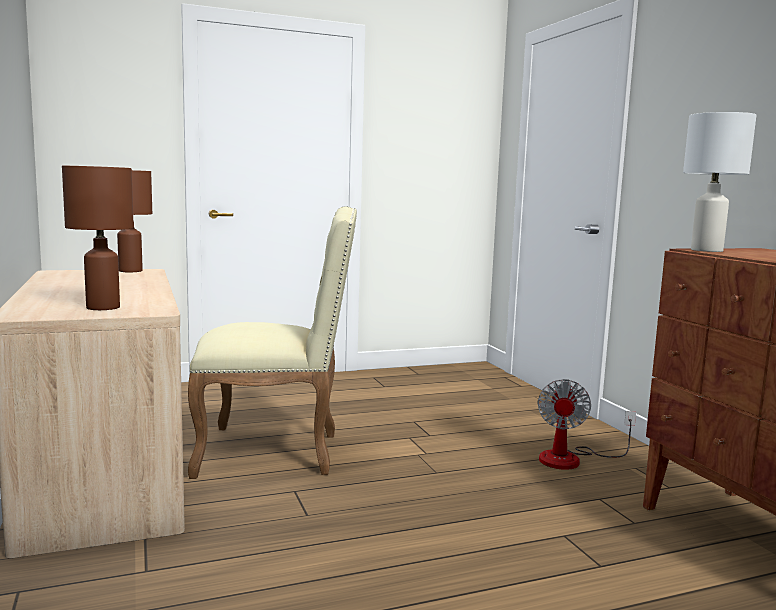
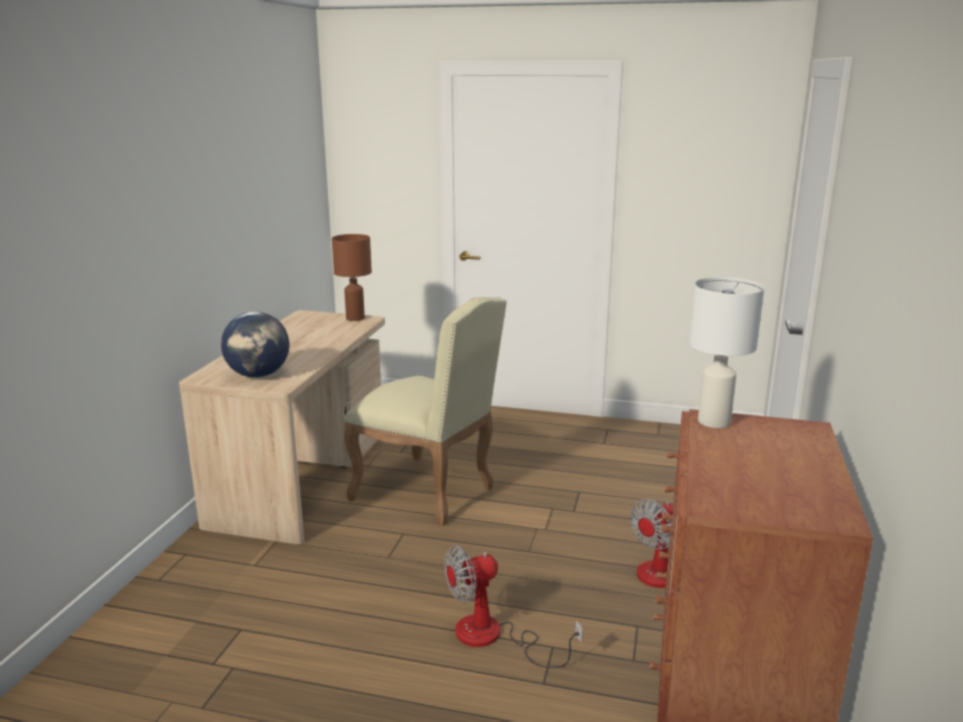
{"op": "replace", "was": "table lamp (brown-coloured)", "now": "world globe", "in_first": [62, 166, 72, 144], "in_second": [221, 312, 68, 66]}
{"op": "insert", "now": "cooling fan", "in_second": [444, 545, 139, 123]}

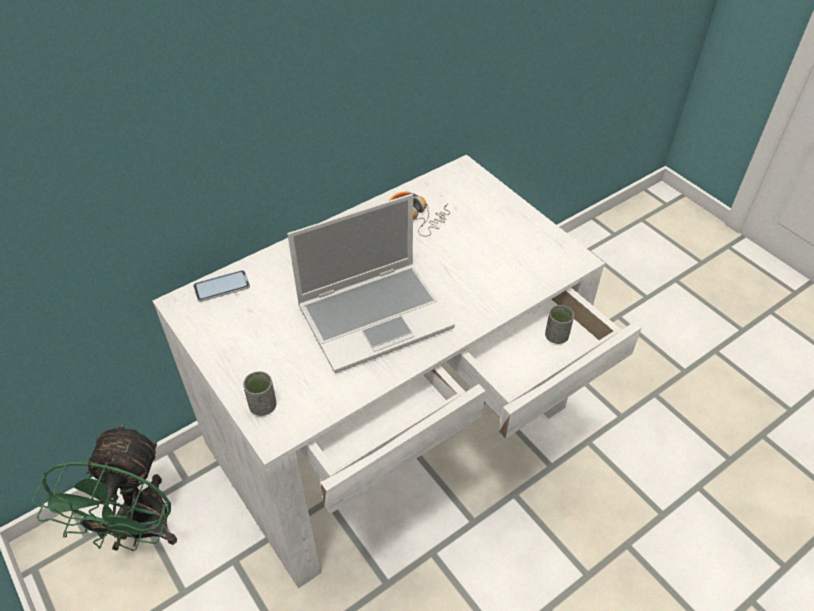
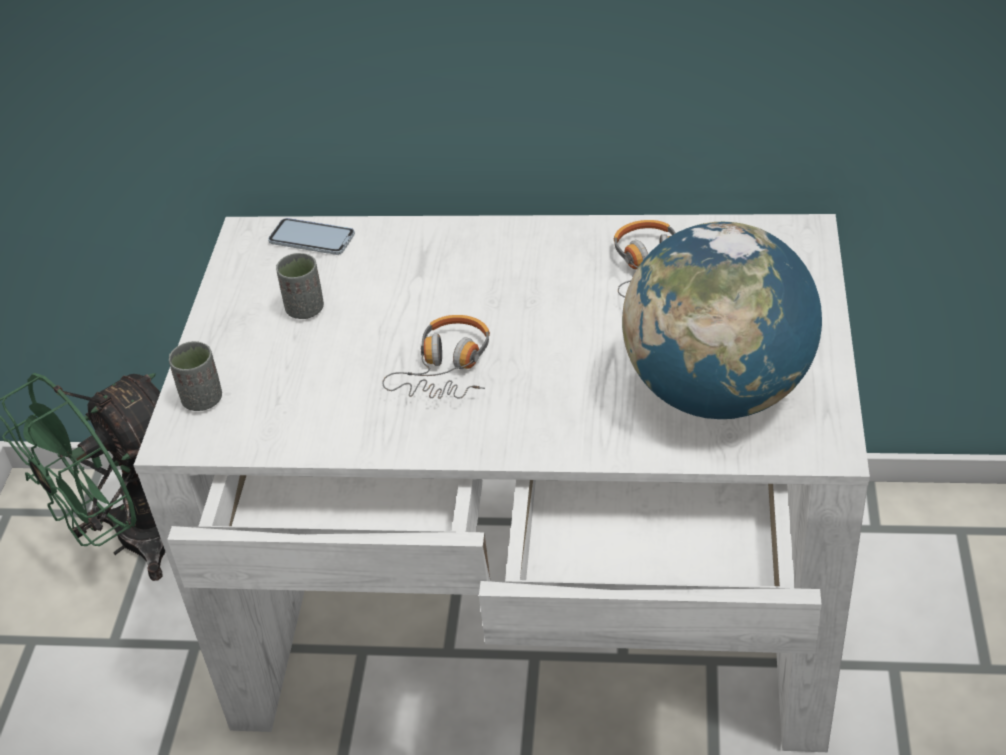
{"op": "replace", "was": "portable computer", "now": "headphones", "in_first": [287, 194, 168, 179], "in_second": [382, 315, 108, 84]}
{"op": "move", "was": "small cup (gray)", "in_first": [545, 305, 29, 39], "in_second": [276, 253, 48, 66]}
{"op": "insert", "now": "world globe", "in_second": [622, 222, 200, 197]}

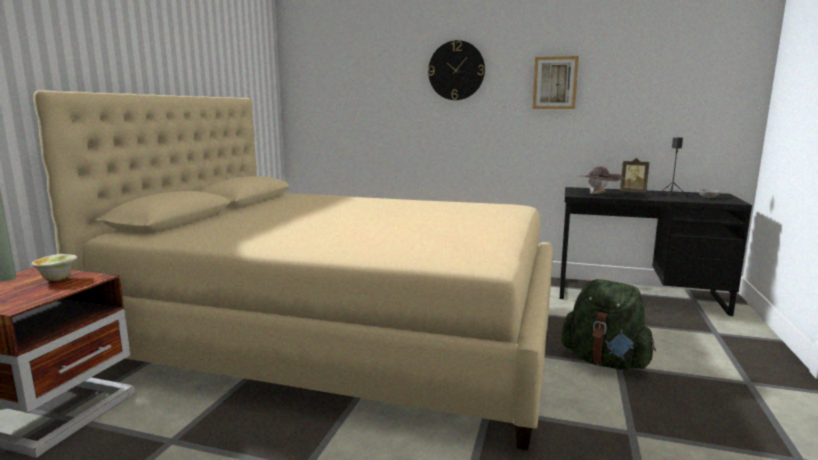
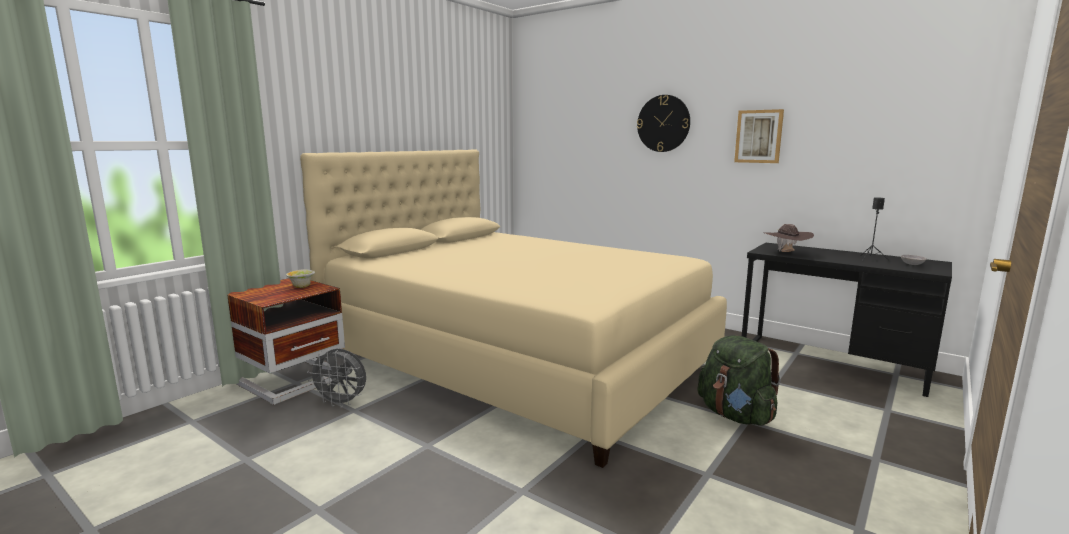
{"op": "delete", "was": "standing frame", "in_first": [620, 158, 29, 34]}
{"op": "insert", "now": "cooling fan (gray)", "in_second": [307, 349, 59, 58]}

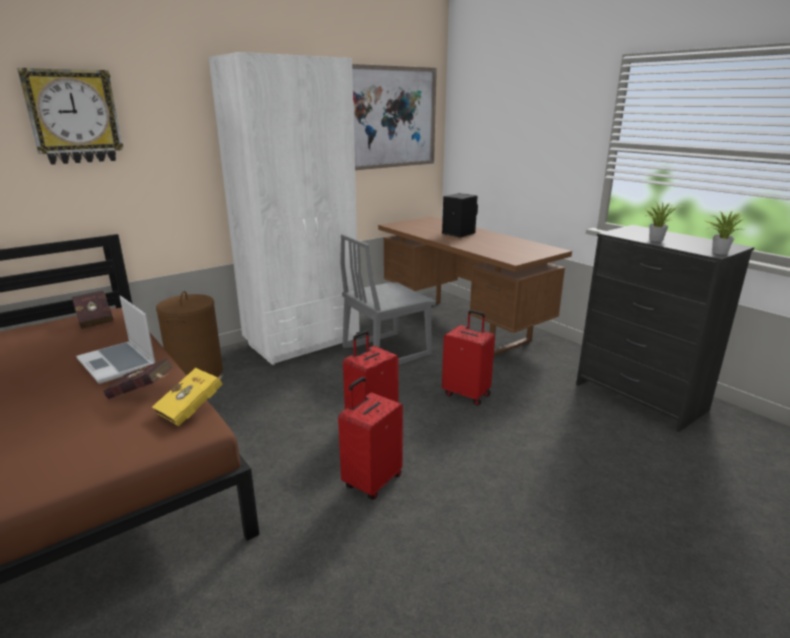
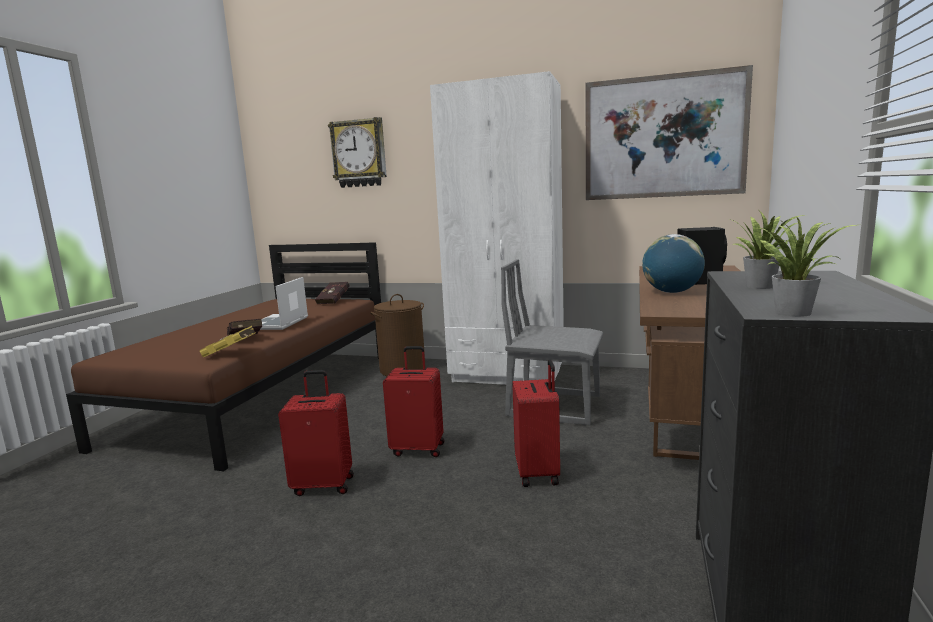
{"op": "insert", "now": "world globe", "in_second": [642, 234, 63, 59]}

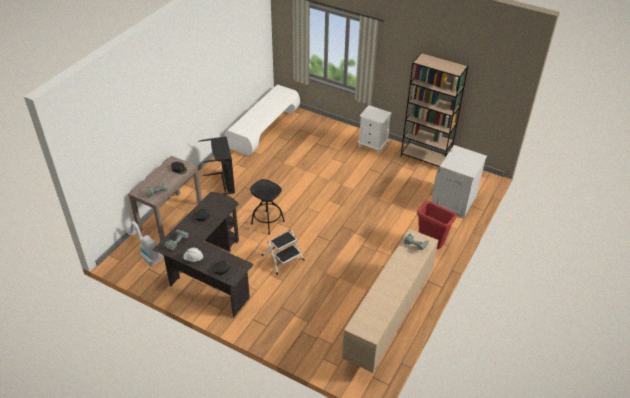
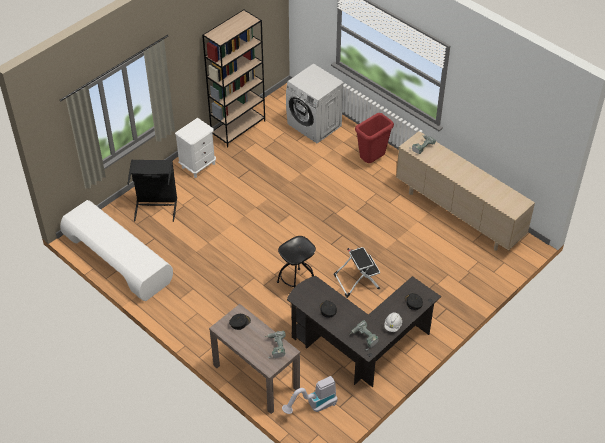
{"op": "move", "was": "washing basket (black)", "in_first": [198, 136, 37, 59], "in_second": [128, 159, 49, 63]}

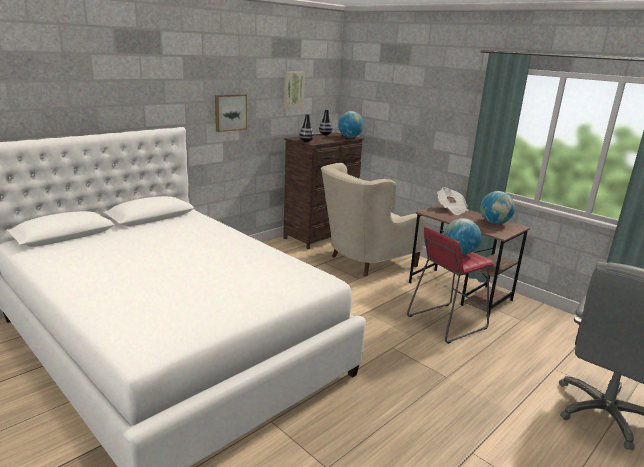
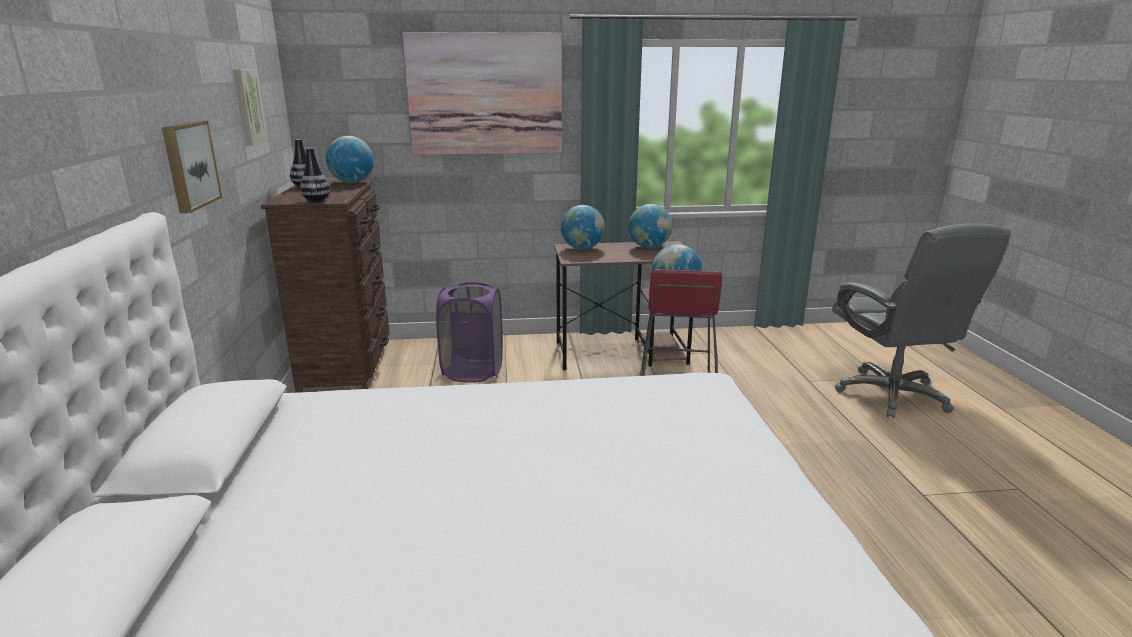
{"op": "replace", "was": "lounge chair (sand-coloured)", "now": "washing basket (purple-coloured)", "in_first": [321, 163, 106, 114], "in_second": [436, 282, 67, 101]}
{"op": "replace", "was": "daily paper", "now": "world globe", "in_first": [437, 187, 31, 28], "in_second": [561, 205, 44, 45]}
{"op": "insert", "now": "picture", "in_second": [402, 32, 160, 123]}

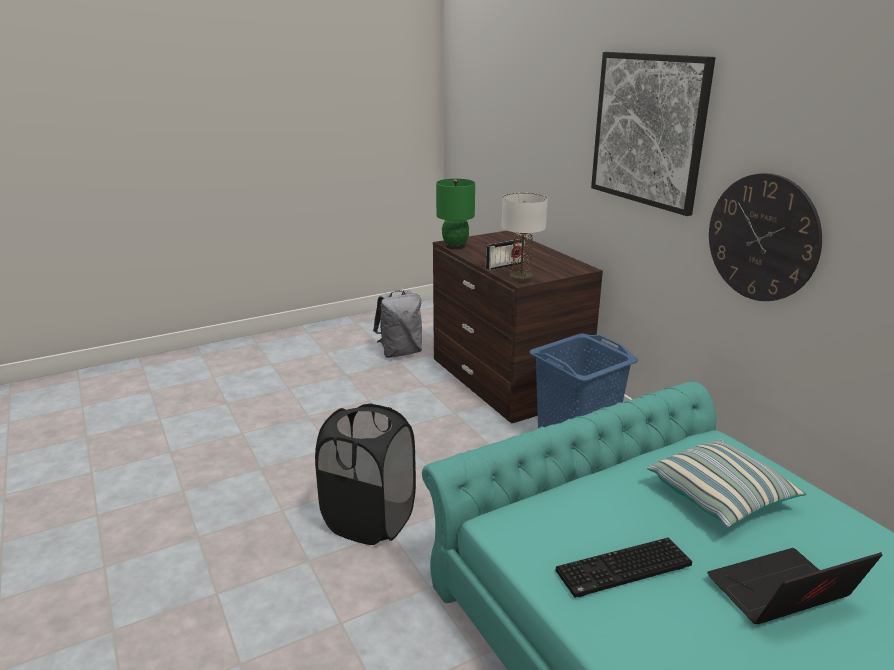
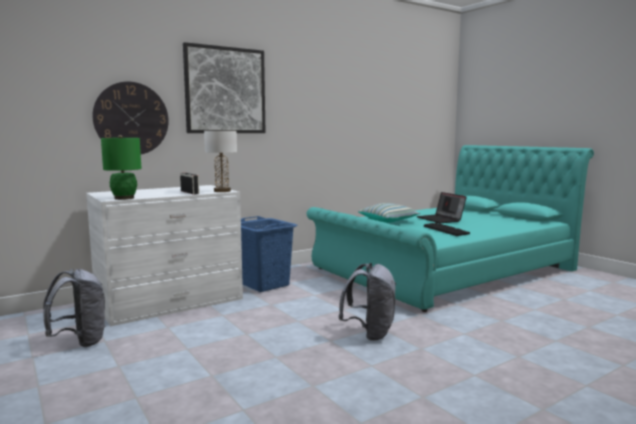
{"op": "replace", "was": "washing basket (black)", "now": "backpack (gray)", "in_first": [315, 404, 101, 141], "in_second": [338, 263, 58, 78]}
{"op": "recolor", "was": "drawer chest (brown-coloured)", "now": "drawer chest (white-coloured)", "in_first": [433, 231, 170, 193], "in_second": [86, 185, 157, 141]}
{"op": "move", "was": "hanging clock", "in_first": [709, 173, 113, 128], "in_second": [92, 82, 77, 72]}

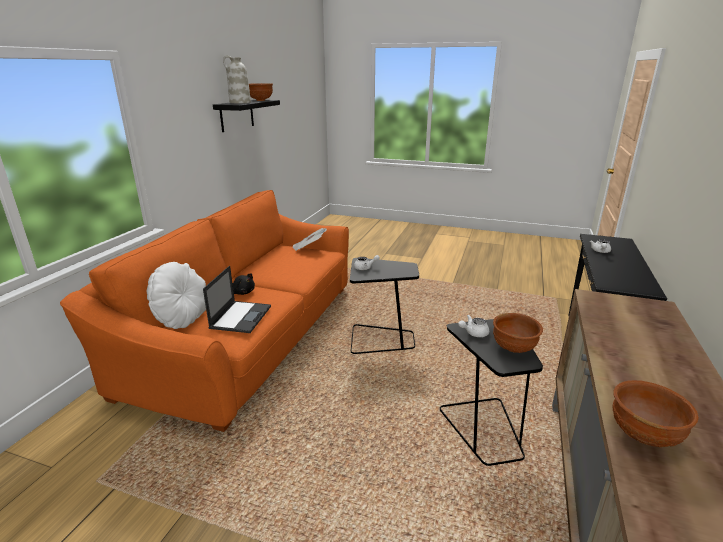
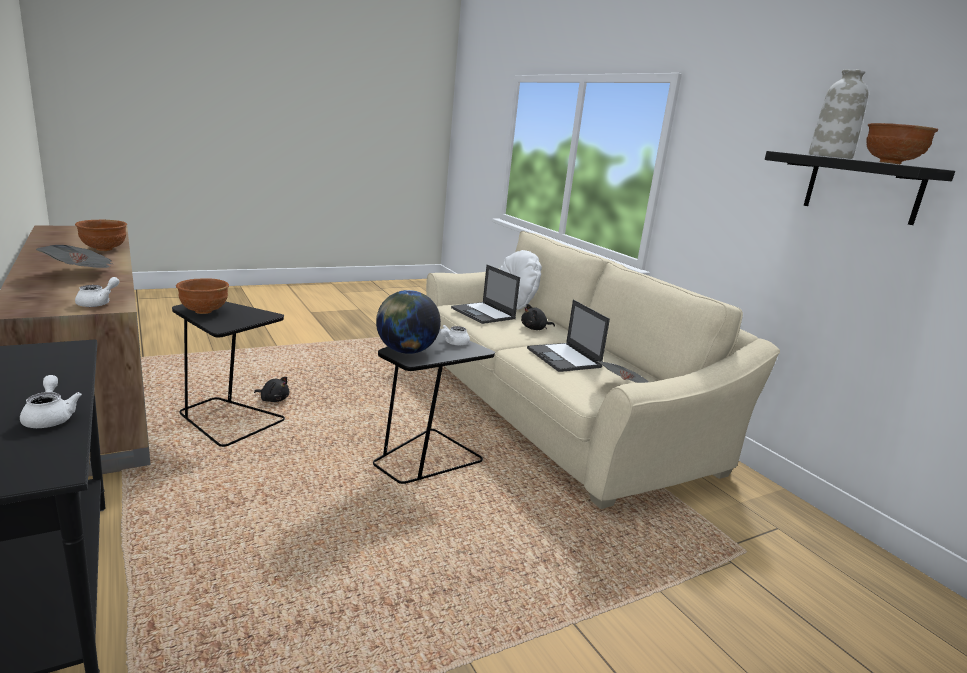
{"op": "recolor", "was": "settee (orange-coloured)", "now": "settee (sand-coloured)", "in_first": [60, 190, 289, 242], "in_second": [426, 231, 354, 278]}
{"op": "move", "was": "teapot (white-coloured)", "in_first": [458, 315, 31, 22], "in_second": [75, 277, 45, 30]}
{"op": "insert", "now": "daily paper", "in_second": [36, 245, 76, 23]}
{"op": "insert", "now": "cuddly toy (black)", "in_second": [254, 377, 35, 25]}
{"op": "insert", "now": "world globe", "in_second": [376, 290, 65, 64]}
{"op": "insert", "now": "portable computer", "in_second": [527, 300, 83, 72]}

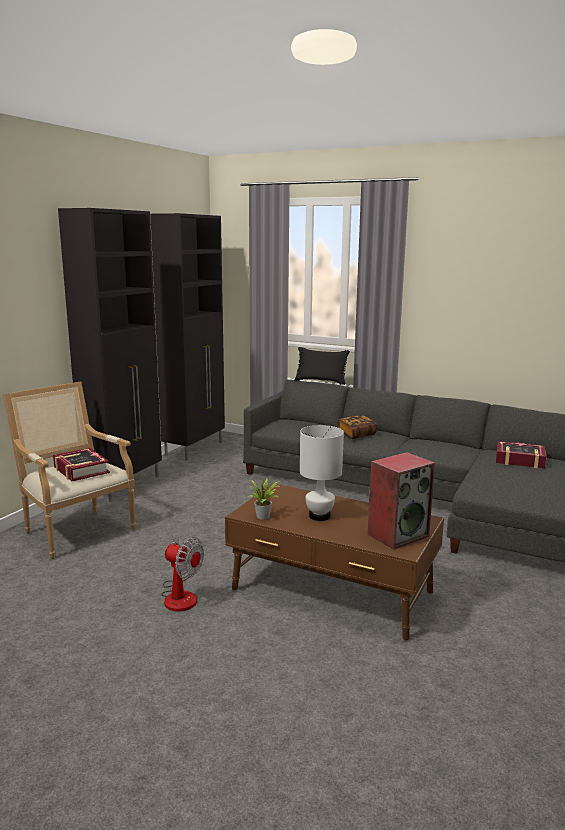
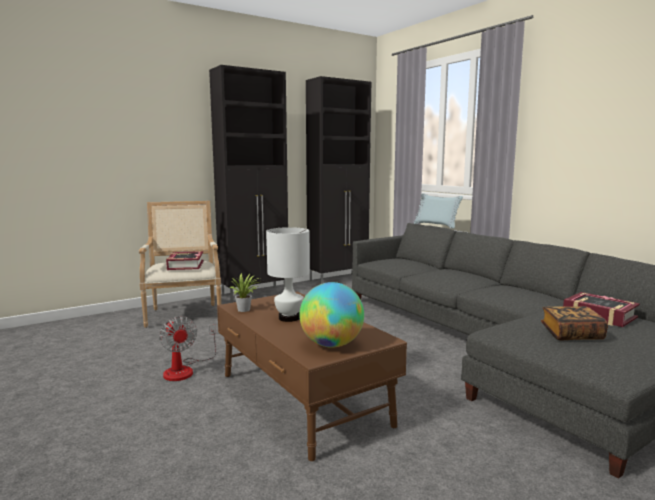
{"op": "recolor", "was": "pillow (black)", "now": "pillow (blue)", "in_first": [294, 347, 56, 38], "in_second": [414, 193, 49, 36]}
{"op": "move", "was": "volume", "in_first": [338, 415, 39, 24], "in_second": [541, 306, 67, 34]}
{"op": "replace", "was": "speaker", "now": "world globe", "in_first": [367, 452, 68, 97], "in_second": [299, 282, 65, 66]}

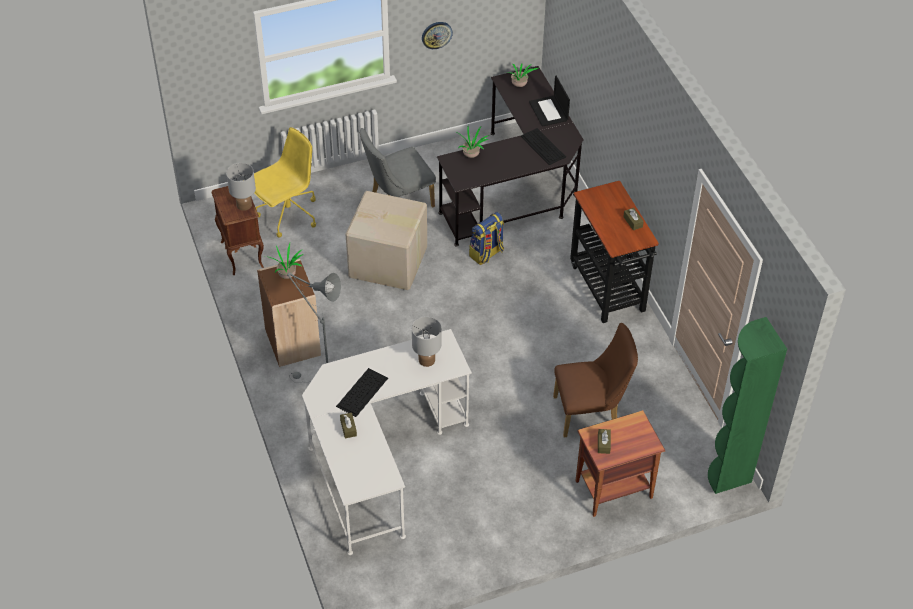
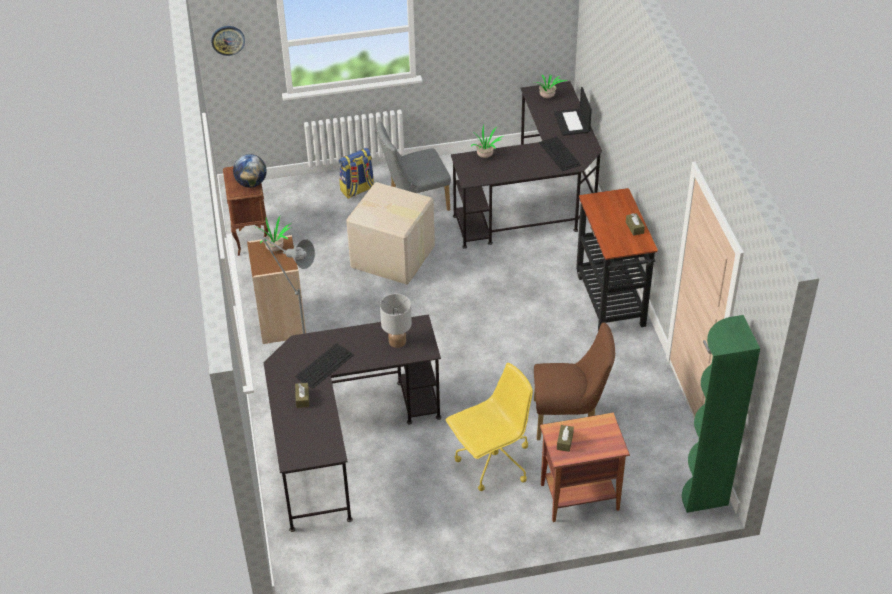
{"op": "replace", "was": "table lamp (gray)", "now": "world globe", "in_first": [226, 163, 30, 48], "in_second": [233, 154, 34, 34]}
{"op": "move", "was": "desk chair (yellowish)", "in_first": [254, 127, 62, 110], "in_second": [446, 363, 87, 128]}
{"op": "recolor", "was": "desk table (white-coloured)", "now": "desk table (black)", "in_first": [302, 329, 170, 226], "in_second": [264, 314, 177, 218]}
{"op": "move", "was": "hanging clock", "in_first": [422, 22, 31, 27], "in_second": [211, 26, 34, 30]}
{"op": "move", "was": "backpack", "in_first": [469, 212, 35, 53], "in_second": [339, 148, 35, 51]}

